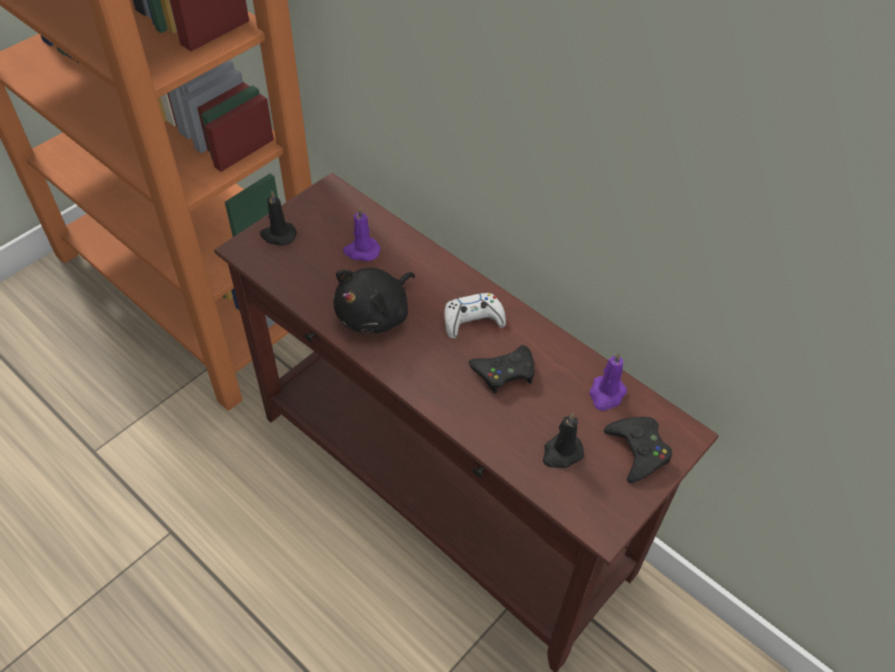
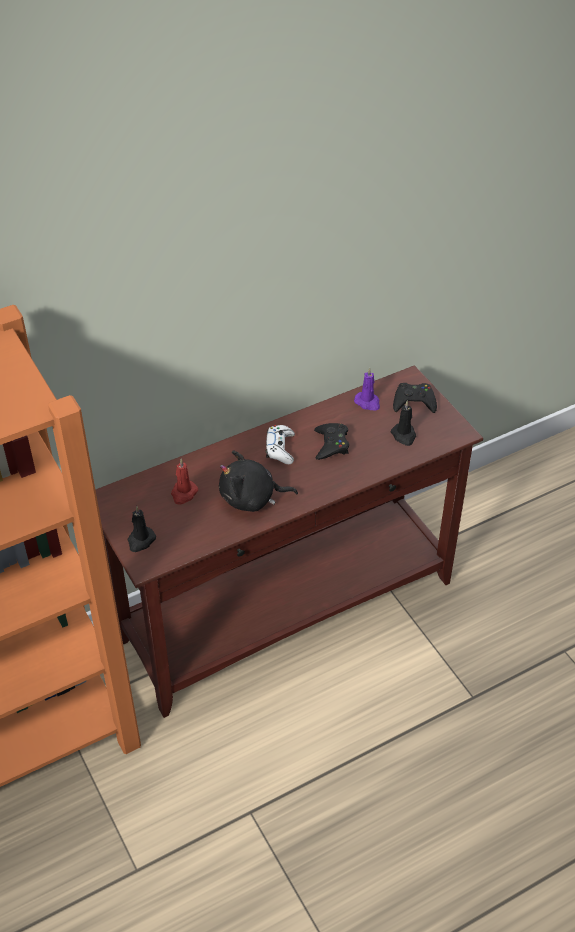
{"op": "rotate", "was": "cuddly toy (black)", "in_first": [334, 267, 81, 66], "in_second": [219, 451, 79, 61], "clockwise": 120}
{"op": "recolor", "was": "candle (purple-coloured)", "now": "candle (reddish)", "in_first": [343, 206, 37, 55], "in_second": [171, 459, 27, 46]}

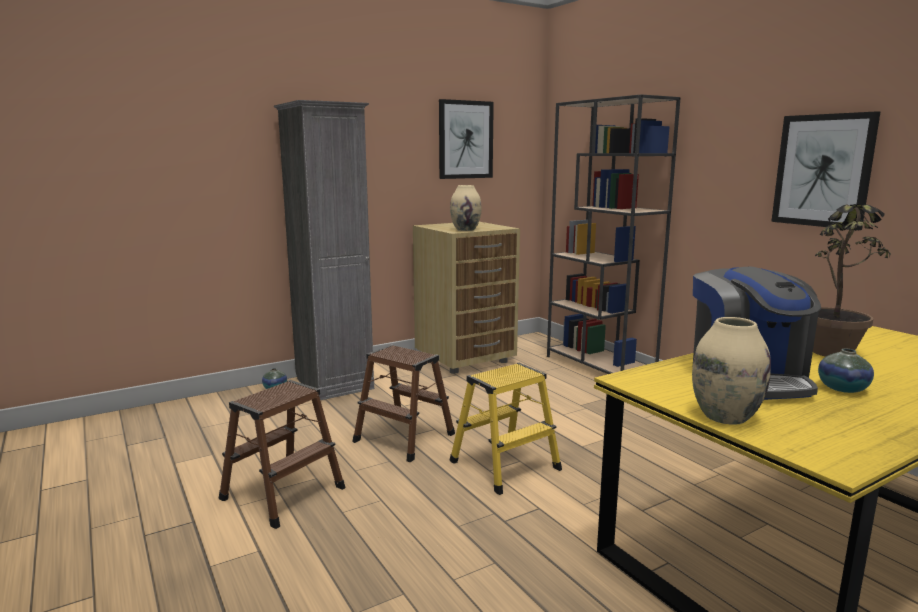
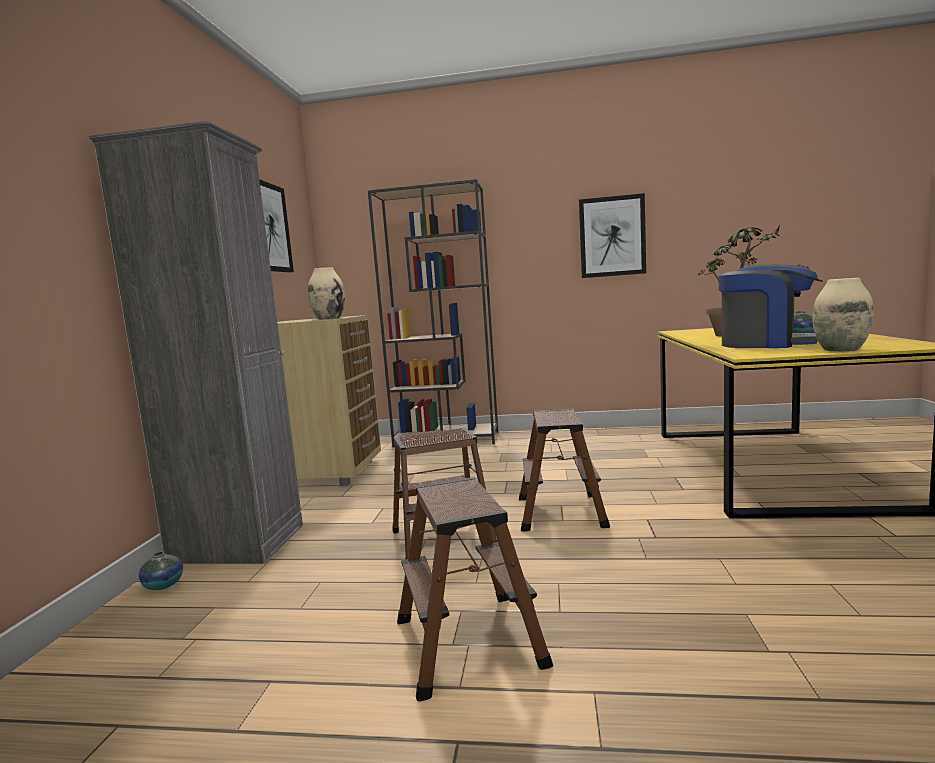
{"op": "recolor", "was": "stepladder (yellowish)", "now": "stepladder (brown-coloured)", "in_first": [450, 363, 112, 132], "in_second": [519, 409, 91, 122]}

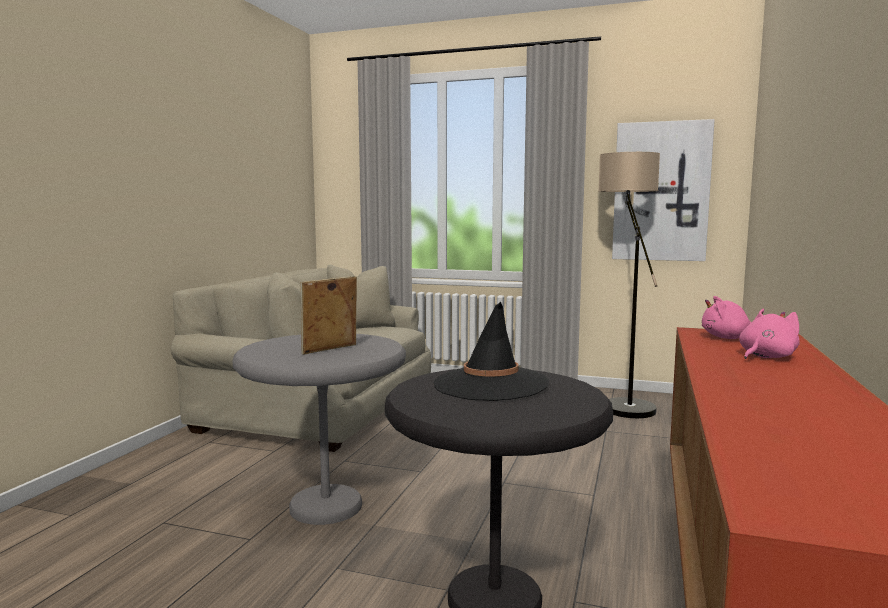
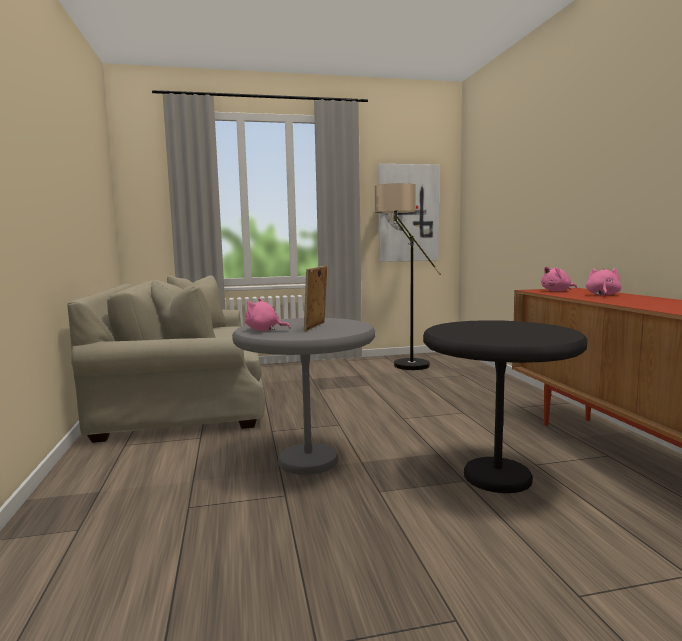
{"op": "delete", "was": "hat (black)", "in_first": [434, 302, 115, 99]}
{"op": "insert", "now": "cuddly toy (pinkish)", "in_second": [245, 298, 46, 33]}

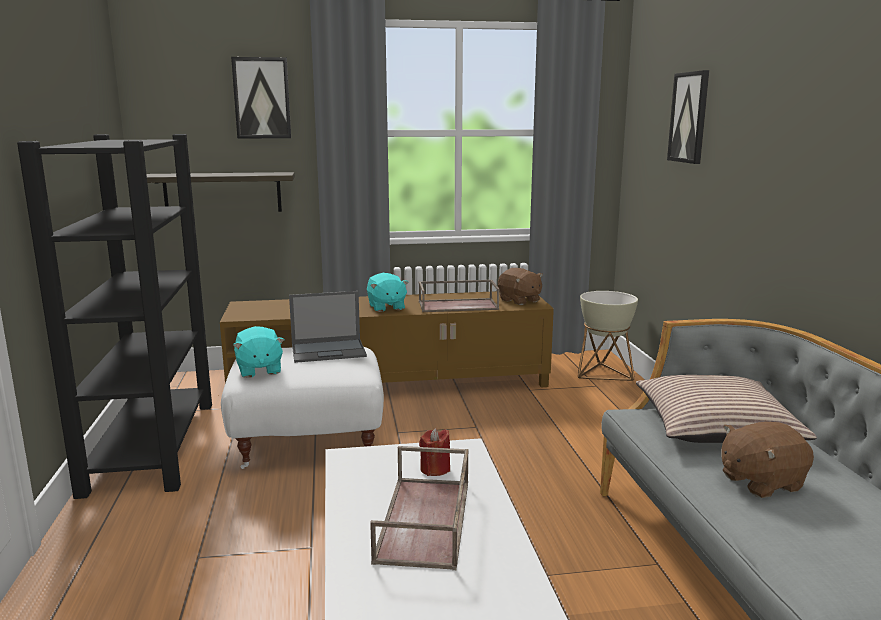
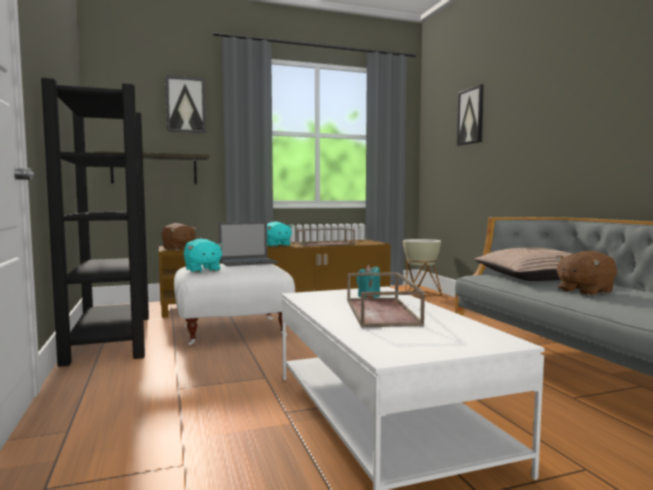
{"op": "recolor", "was": "candle (reddish)", "now": "candle (blue-green)", "in_first": [419, 428, 31, 48], "in_second": [356, 265, 24, 33]}
{"op": "move", "was": "cuddly toy (brown-coloured)", "in_first": [498, 268, 45, 37], "in_second": [161, 223, 35, 27]}

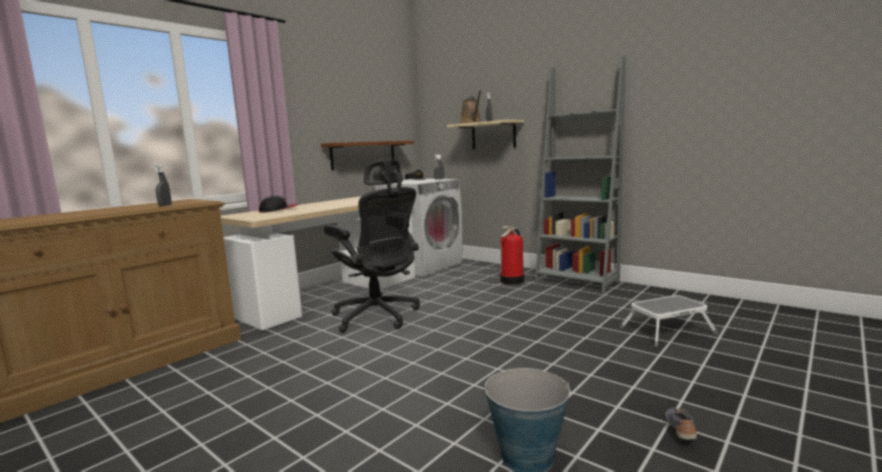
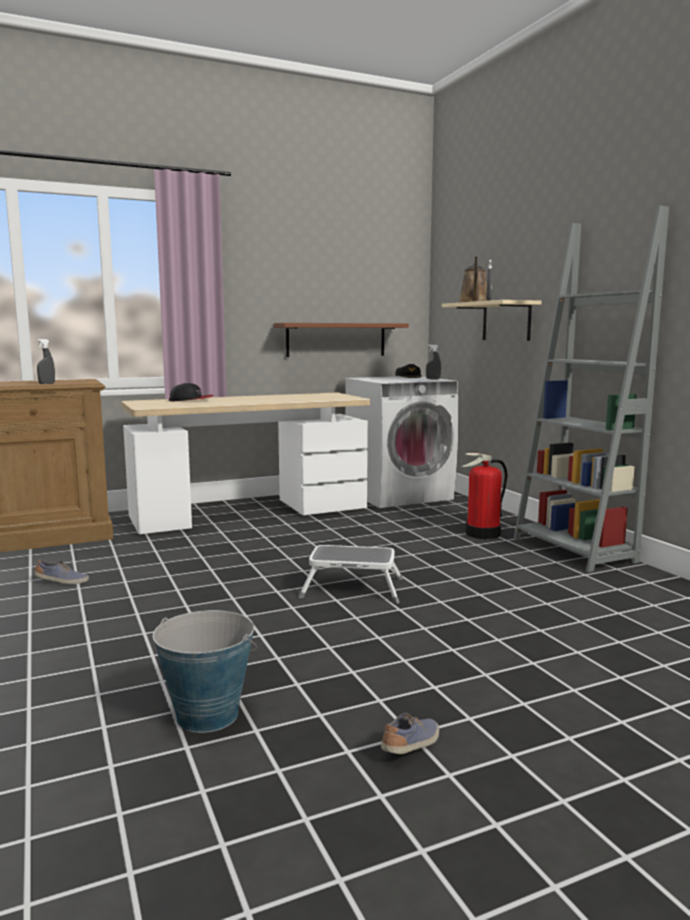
{"op": "delete", "was": "desk chair", "in_first": [324, 159, 96, 174]}
{"op": "move", "was": "stepladder (gray)", "in_first": [619, 295, 99, 52], "in_second": [298, 545, 105, 59]}
{"op": "insert", "now": "shoe", "in_second": [34, 560, 55, 24]}

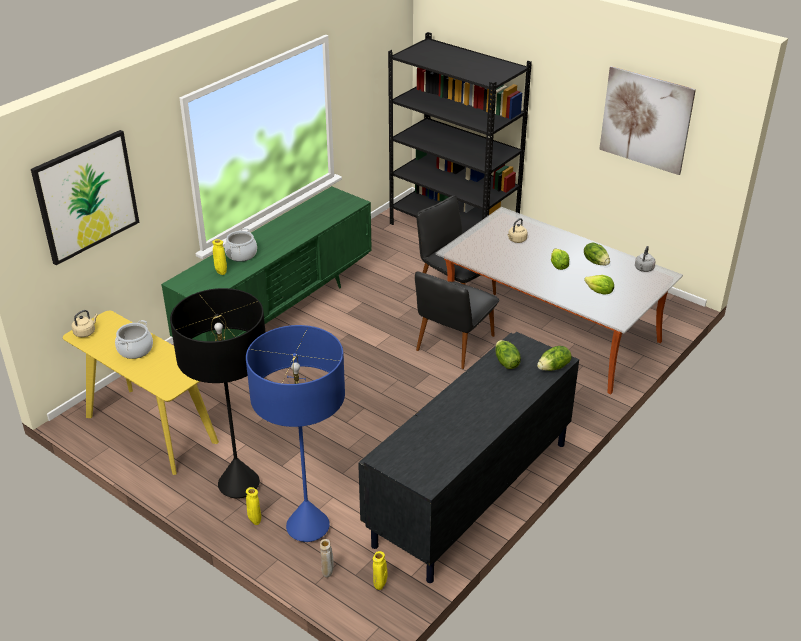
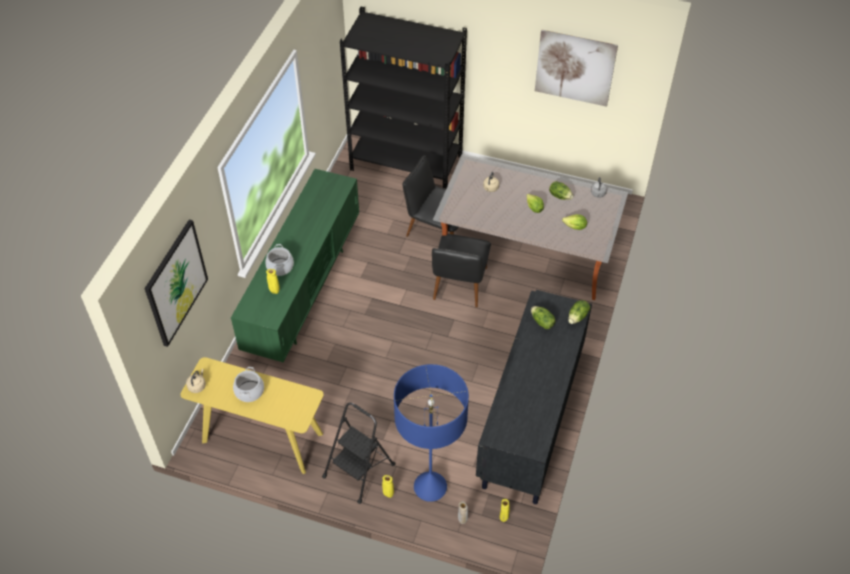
{"op": "replace", "was": "standard lamp (black)", "now": "stepladder (black)", "in_first": [170, 288, 96, 211], "in_second": [322, 402, 74, 102]}

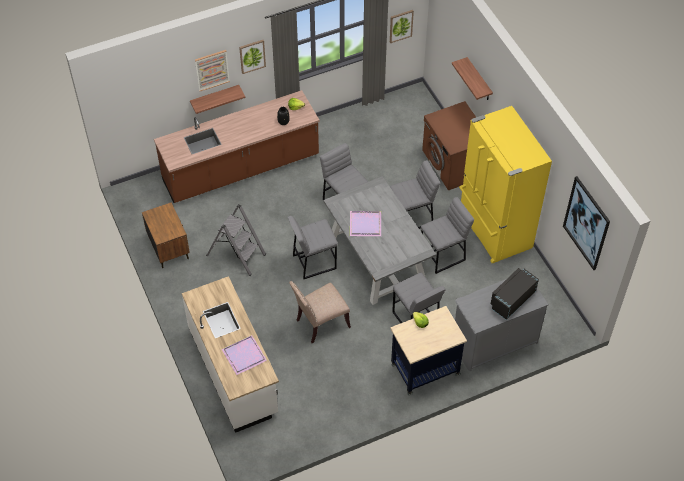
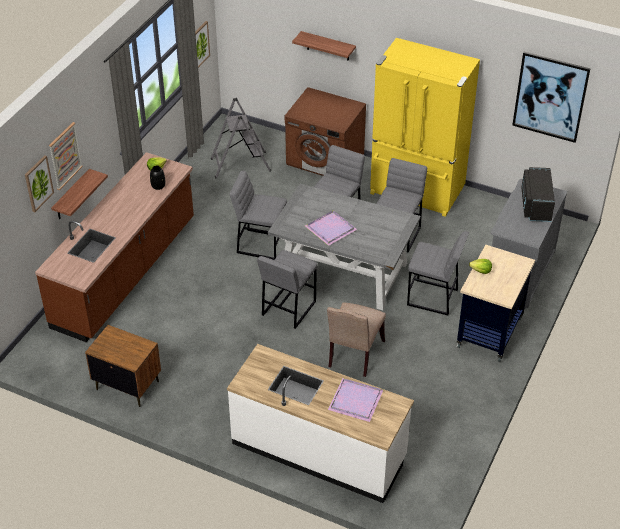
{"op": "move", "was": "stepladder (gray)", "in_first": [206, 204, 60, 72], "in_second": [211, 98, 60, 80]}
{"op": "move", "was": "picture", "in_first": [239, 40, 27, 34], "in_second": [25, 155, 29, 57]}

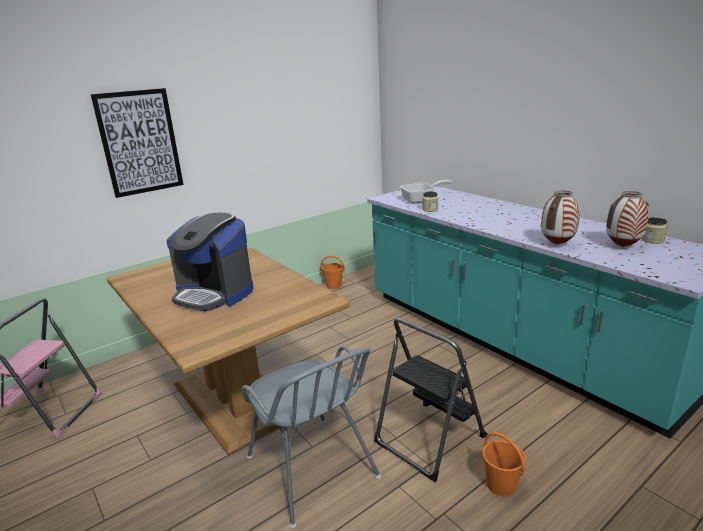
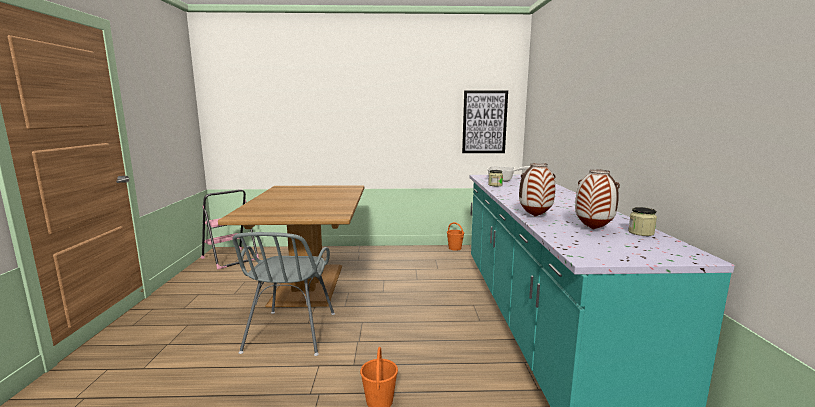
{"op": "move", "was": "picture", "in_first": [90, 88, 94, 110], "in_second": [462, 90, 46, 63]}
{"op": "delete", "was": "coffee brewer", "in_first": [166, 212, 87, 99]}
{"op": "delete", "was": "stepladder (black)", "in_first": [374, 318, 114, 164]}

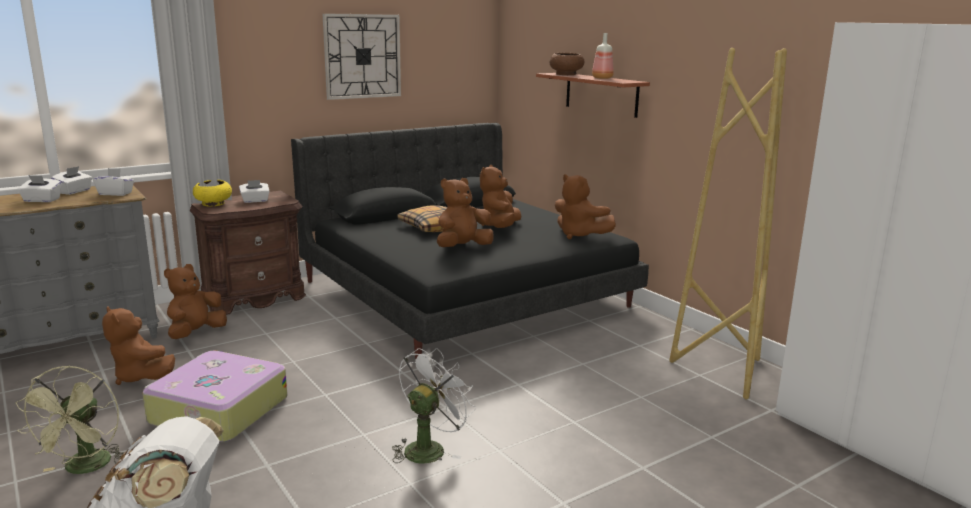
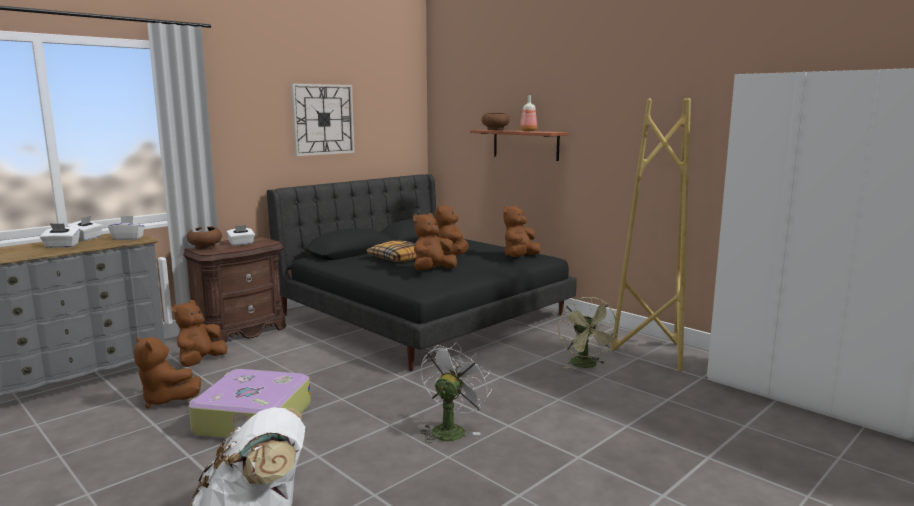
{"op": "move", "was": "cooling fan (green-coloured)", "in_first": [15, 365, 109, 109], "in_second": [558, 297, 61, 72]}
{"op": "recolor", "was": "serving bowl (yellowish)", "now": "serving bowl (brown-coloured)", "in_first": [193, 180, 39, 26], "in_second": [187, 226, 35, 24]}
{"op": "rotate", "was": "cuddly toy (brown-coloured)", "in_first": [555, 174, 61, 65], "in_second": [503, 205, 38, 52], "clockwise": 90}

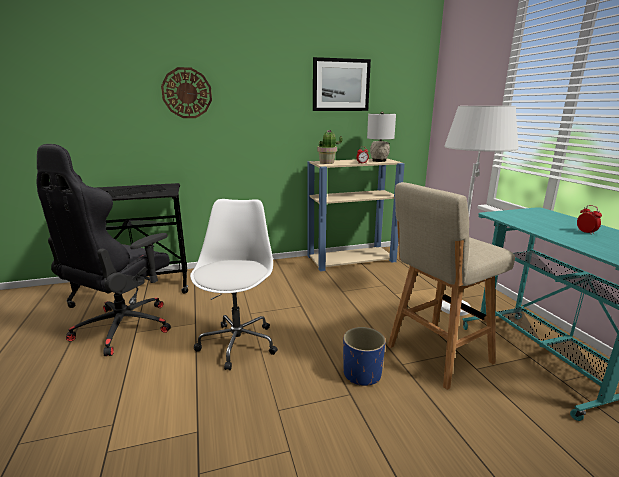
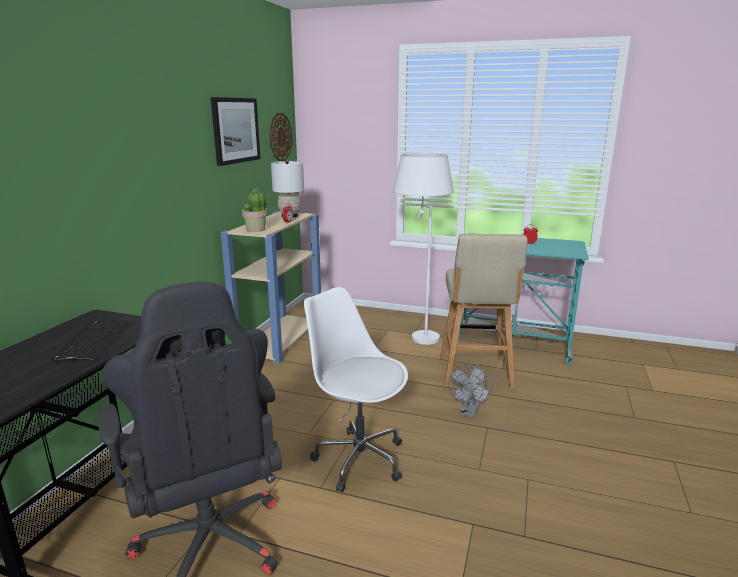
{"op": "move", "was": "hanging clock", "in_first": [161, 67, 51, 51], "in_second": [269, 113, 23, 48]}
{"op": "replace", "was": "plant pot (blue)", "now": "cooling fan (gray)", "in_first": [343, 327, 43, 59], "in_second": [448, 364, 44, 54]}

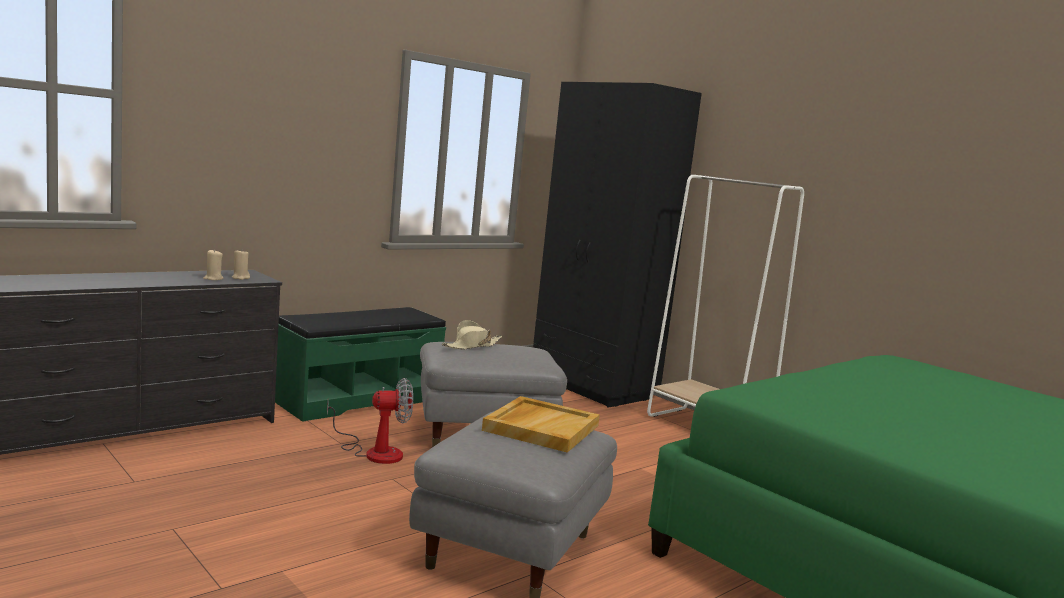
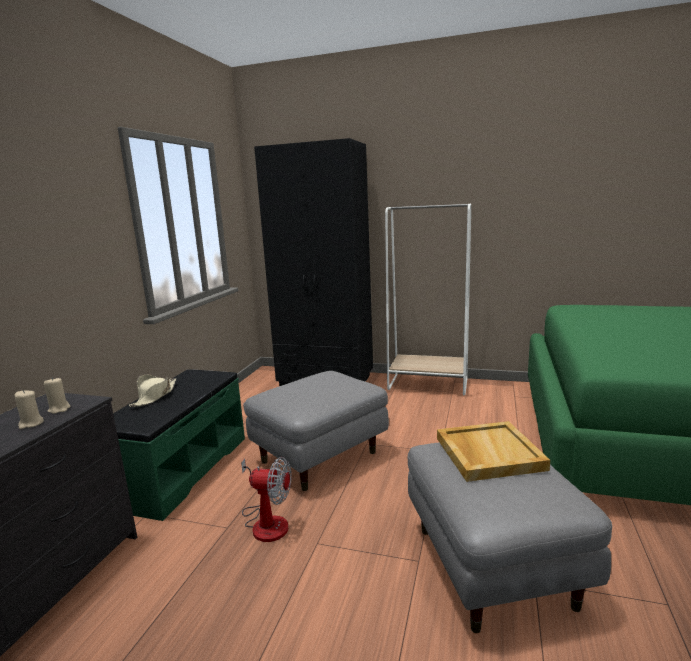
{"op": "rotate", "was": "cooling fan", "in_first": [327, 378, 86, 86], "in_second": [241, 457, 51, 85], "clockwise": 60}
{"op": "move", "was": "hat (sand-coloured)", "in_first": [442, 320, 60, 29], "in_second": [129, 375, 47, 32]}

